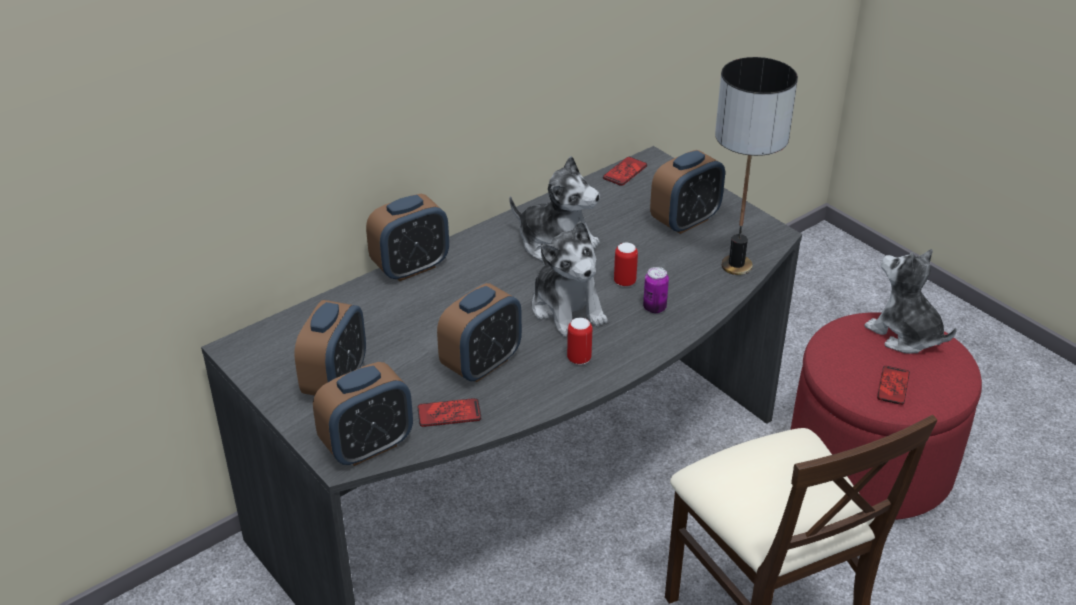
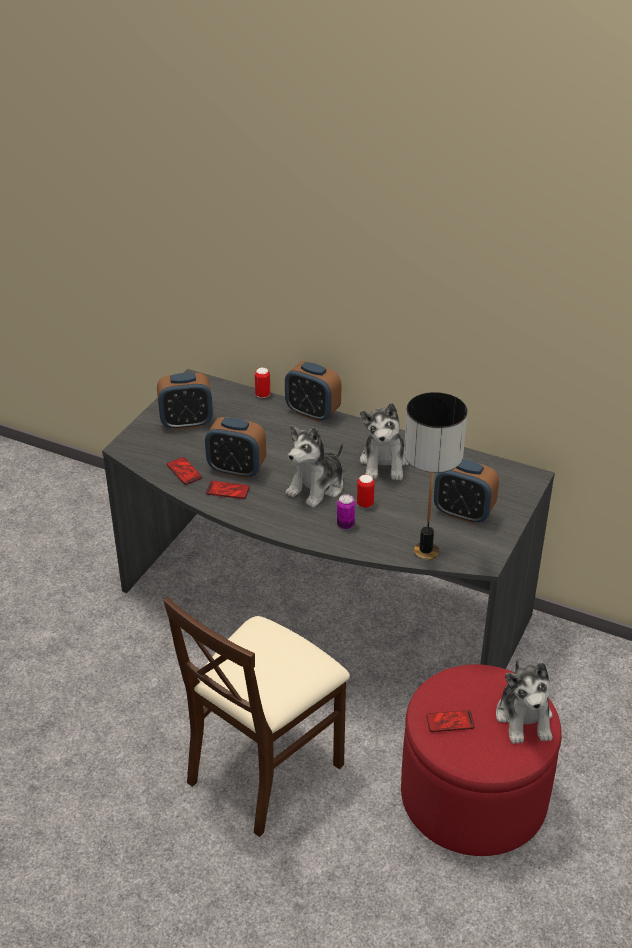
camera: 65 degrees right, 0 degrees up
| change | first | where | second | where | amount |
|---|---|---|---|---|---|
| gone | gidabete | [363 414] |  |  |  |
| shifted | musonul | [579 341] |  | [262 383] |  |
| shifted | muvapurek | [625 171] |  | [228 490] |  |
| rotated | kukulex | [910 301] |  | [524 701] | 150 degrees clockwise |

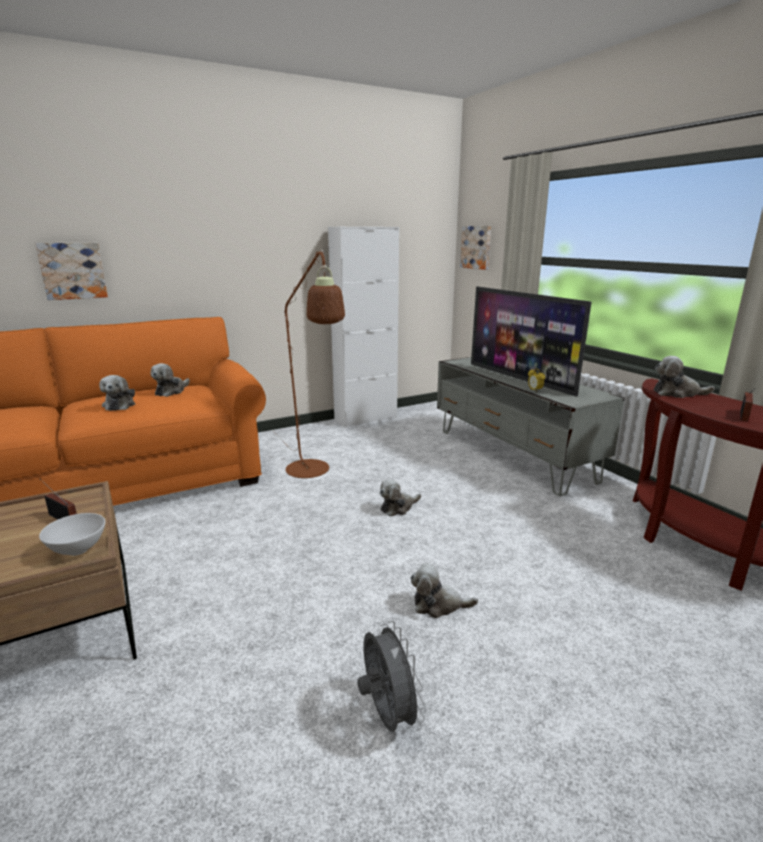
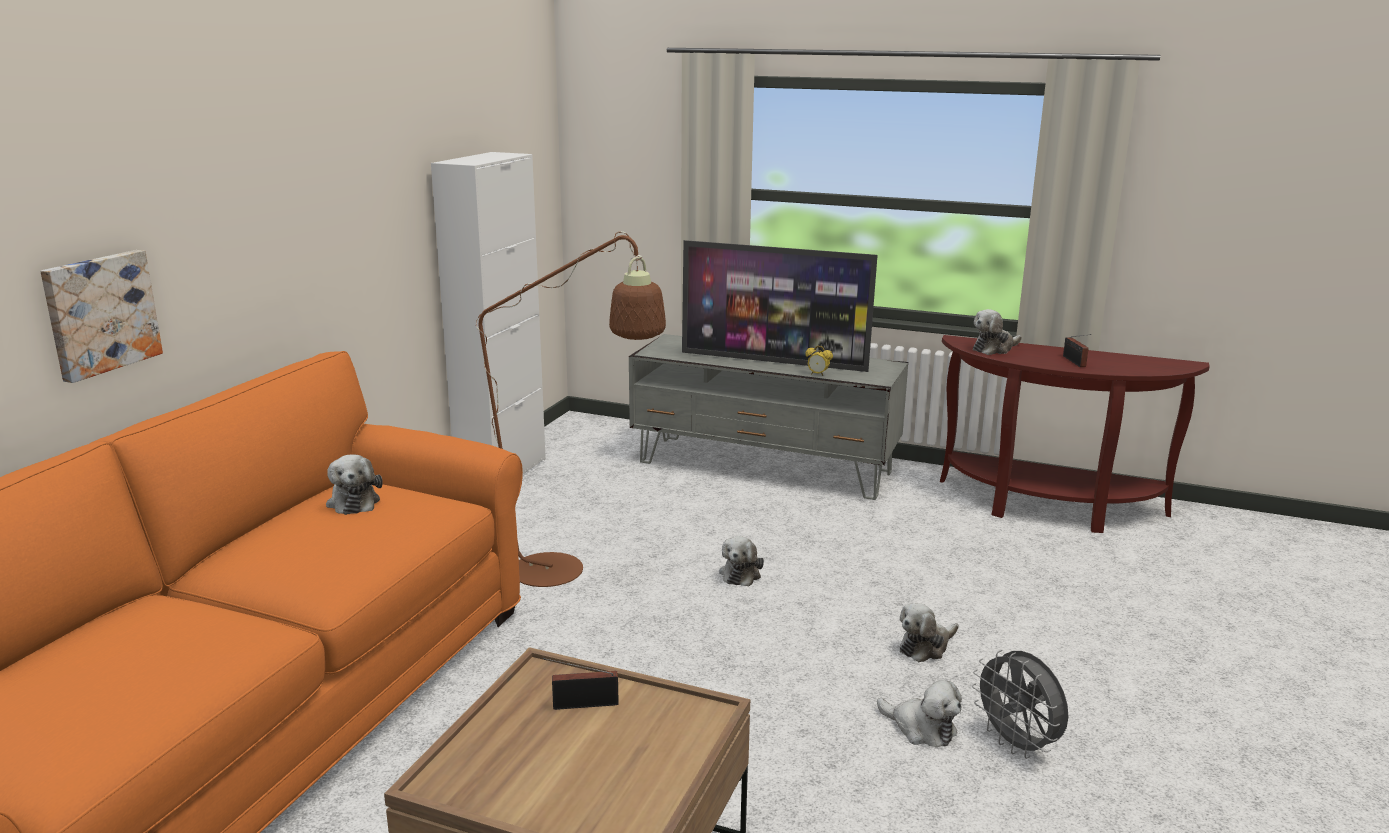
camera: 40 degrees left, 0 degrees up
| change | first | where | second | where | amount |
|---|---|---|---|---|---|
| gone | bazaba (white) | [72 534] |  |  |  |
| gone | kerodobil | [475 248] |  |  |  |
| shifted | kukulex | [117 393] |  | [919 713] |  |
| rotated | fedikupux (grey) | [391 676] |  | [1020 704] | 150 degrees counterclockwise |

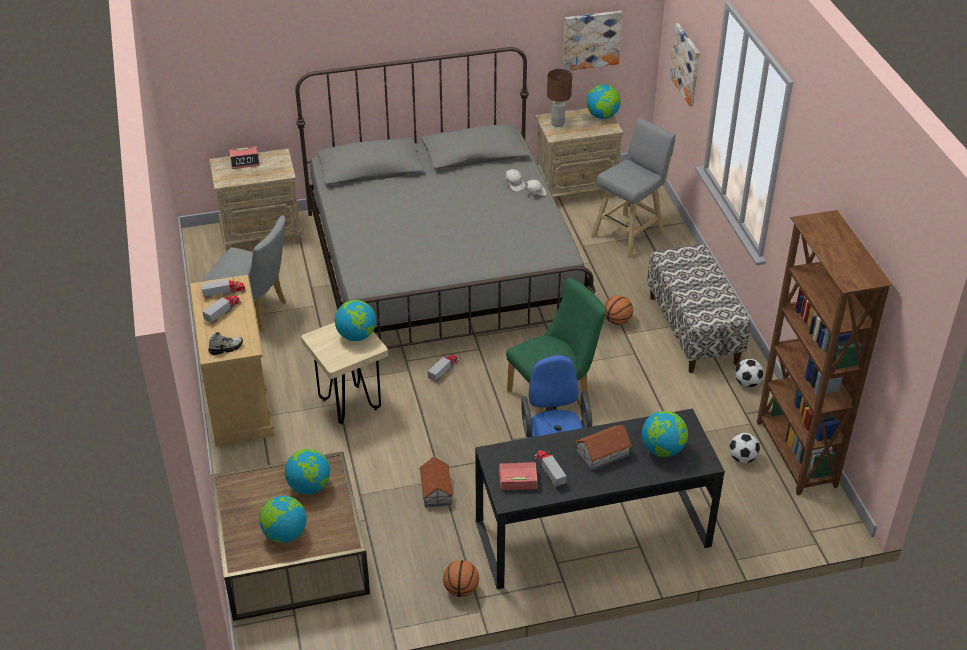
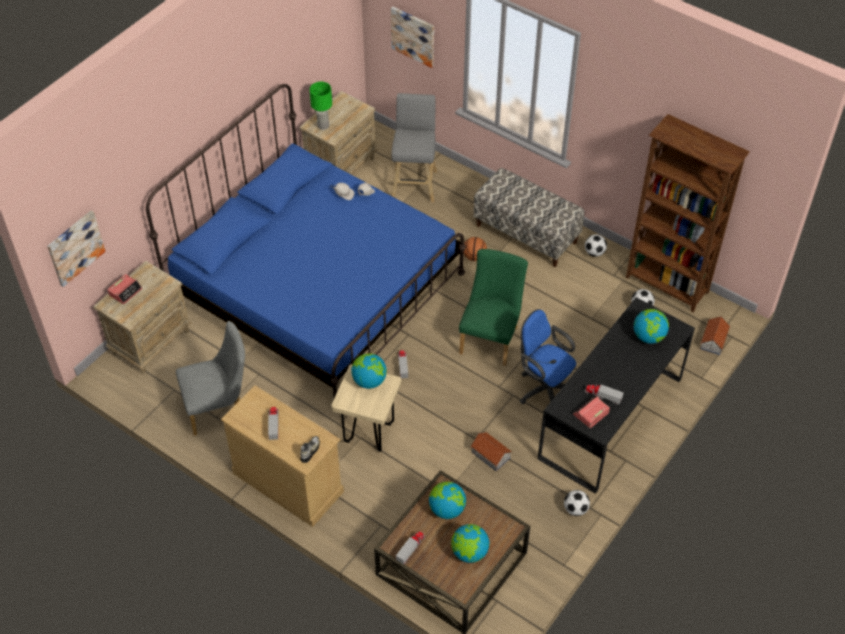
camera: 40 degrees left, 10 degrees up
| change | first | where | second | where | amount |
|---|---|---|---|---|---|
| gone | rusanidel | [603 102] |  |  |  |
| shifted | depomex | [223 288] |  | [410 548] |  |
| shifted | kerodobil | [593 41] |  | [76 248] |  |
| shifted | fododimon | [604 448] |  | [715 335] |  |
| swapped | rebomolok | [461 578] | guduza | [577 503] |  |
| repainted | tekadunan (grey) | [445 198] | tekadunan (blue) | [306 241] |  |
| repainted | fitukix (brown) | [559 98] | fitukix (green) | [321 106] |  |

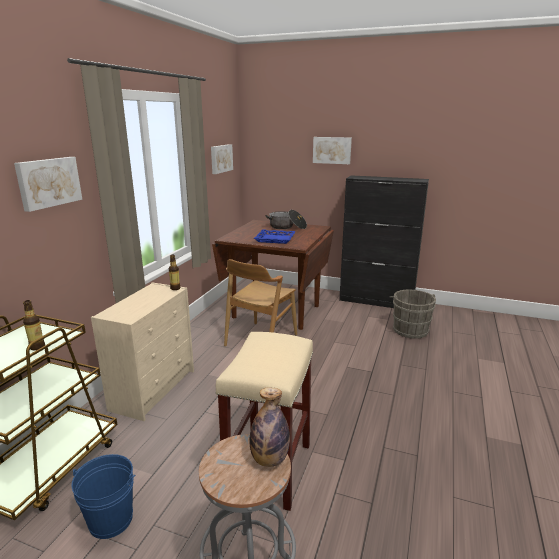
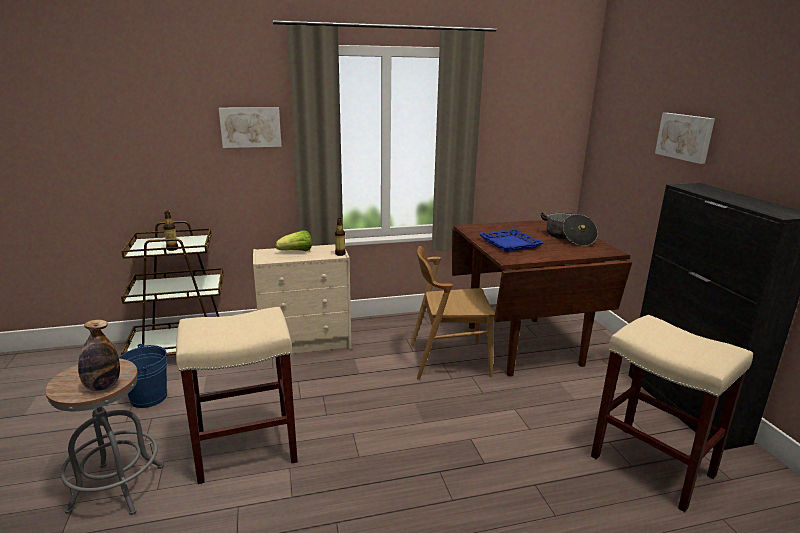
camera: 55 degrees right, 0 degrees up
| change | first | where | second | where | amount |
|---|---|---|---|---|---|
| gone | kerodobil | [222 159] |  |  |  |
| new |  |  | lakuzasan | [293 240] |  |
| swapped | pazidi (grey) | [413 314] | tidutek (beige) | [672 413] |  |

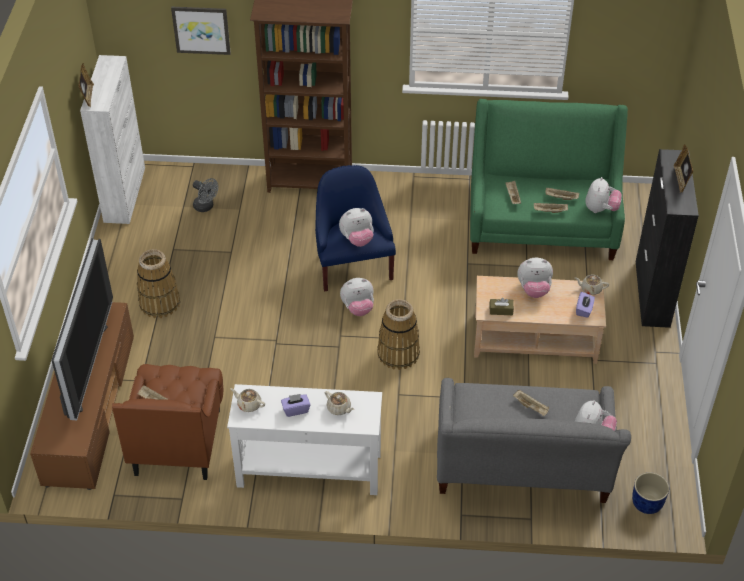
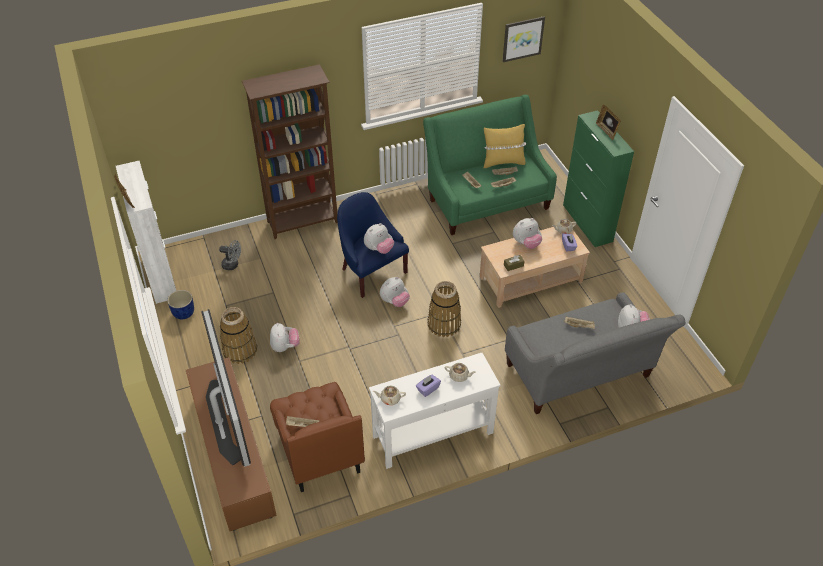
camera: 25 degrees left, 0 degrees up
| change | first | where | second | where | amount |
|---|---|---|---|---|---|
| new |  |  | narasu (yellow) | [505 146] |  |
| shifted | kerodobil | [201 31] |  | [524 39] |  |
| shifted | kukulex | [603 195] |  | [284 337] |  |
| shifted | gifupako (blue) | [650 493] |  | [180 304] |  |
| repainted | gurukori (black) | [667 238] | gurukori (green) | [598 178] |  |

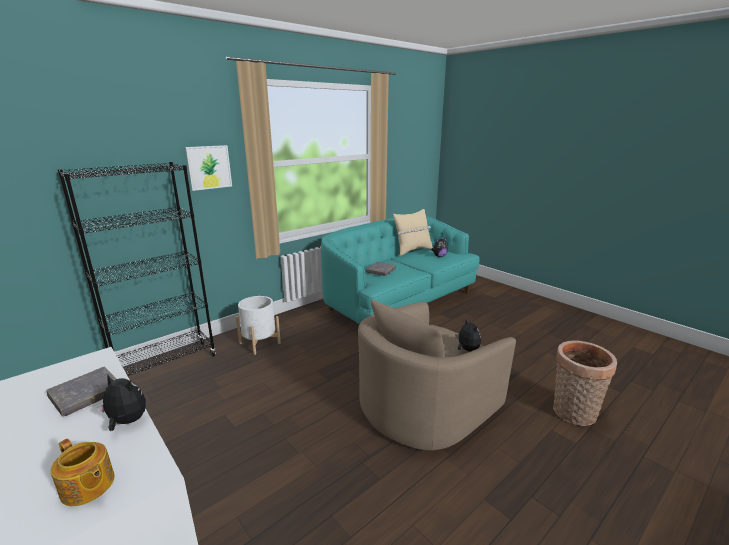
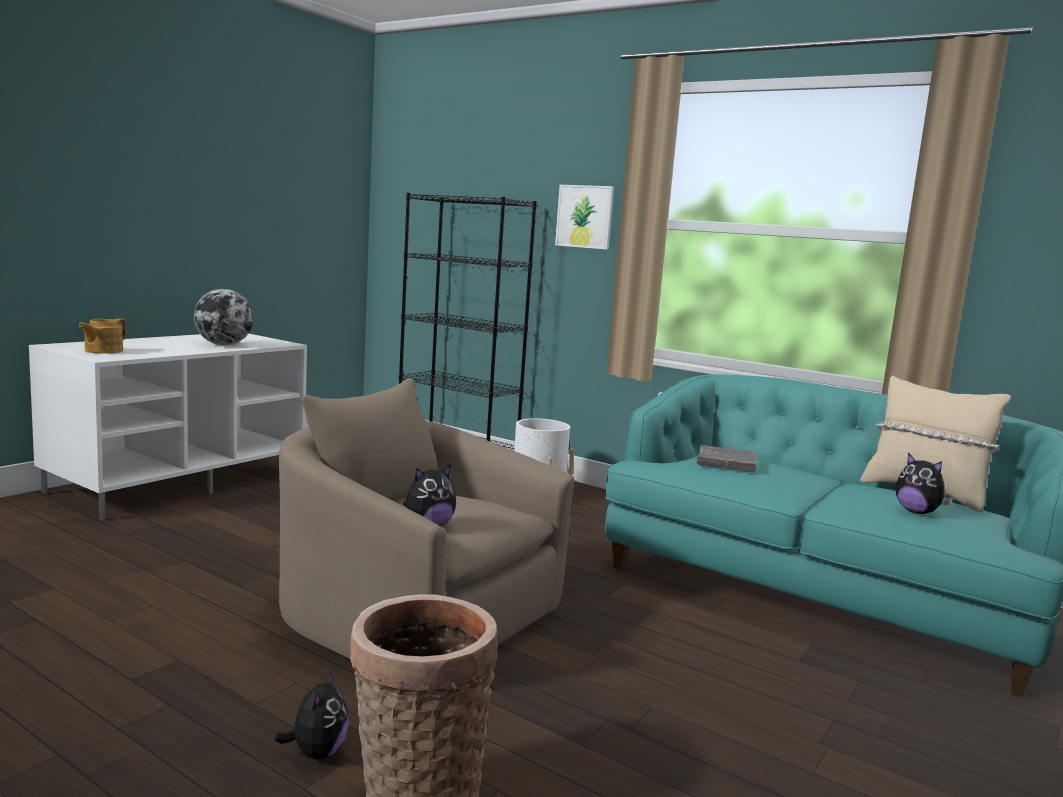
camera: 75 degrees right, 10 degrees down
| change | first | where | second | where | amount |
|---|---|---|---|---|---|
| shifted | kukulex | [121 403] |  | [311 714] |  |
| swapped | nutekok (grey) | [81 392] | rusanidel | [223 317] |  |

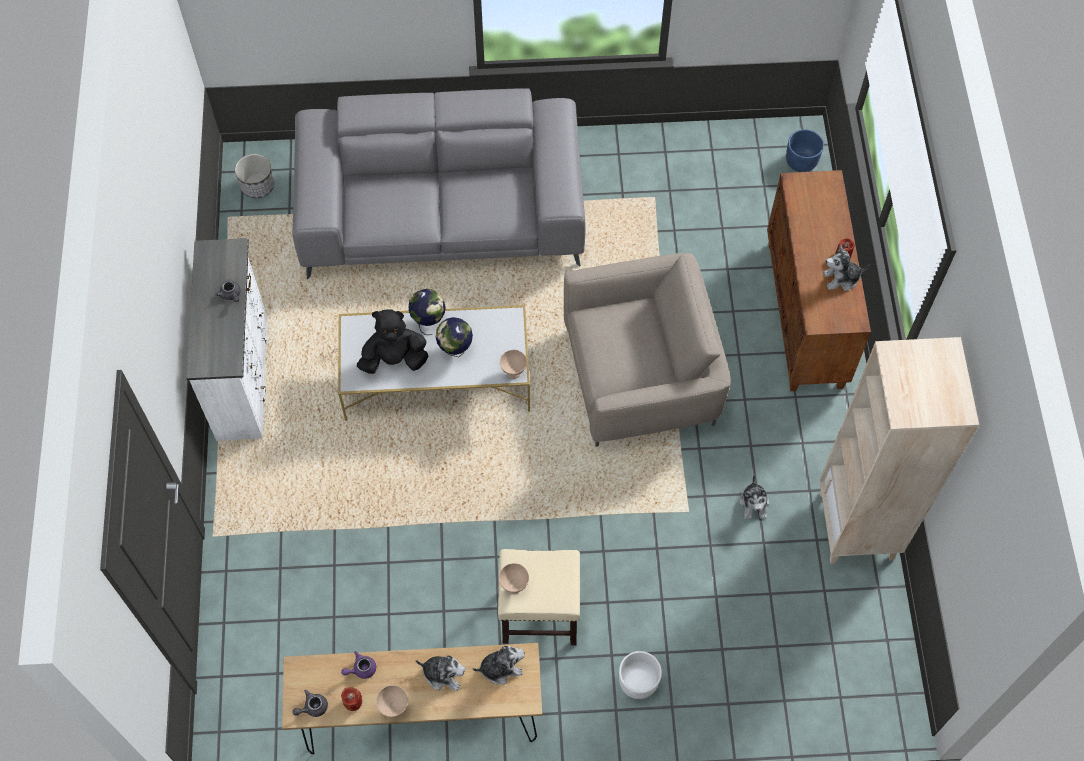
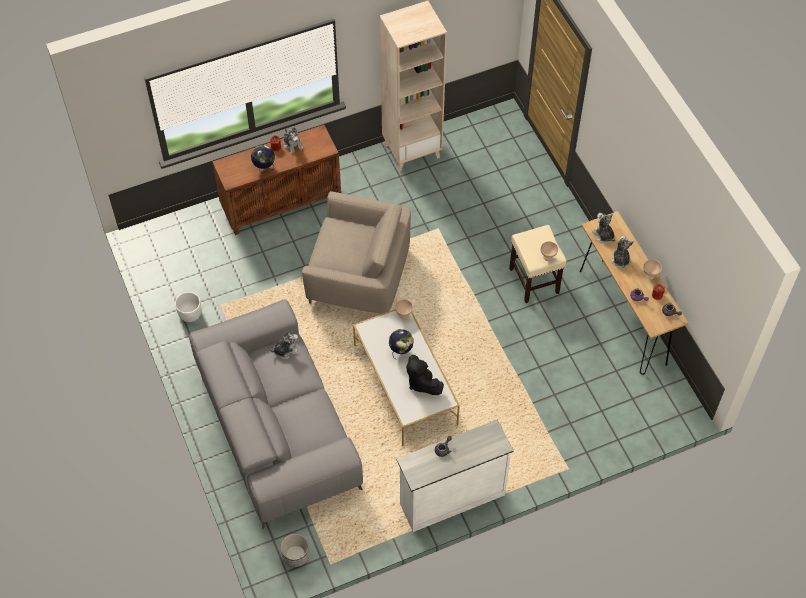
camera: 110 degrees left, 5 degrees down
| change | first | where | second | where | amount |
|---|---|---|---|---|---|
| gone | gifupako (blue) | [805 150] |  |  |  |
| shifted | rusanidel | [427 312] |  | [263 159] |  |
| shifted | gifupako (white) | [640 675] |  | [188 307] |  |
| shifted | kukulex | [754 496] |  | [284 345] |  |
| rotated | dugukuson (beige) | [647 350] |  | [356 252] | 135 degrees clockwise |

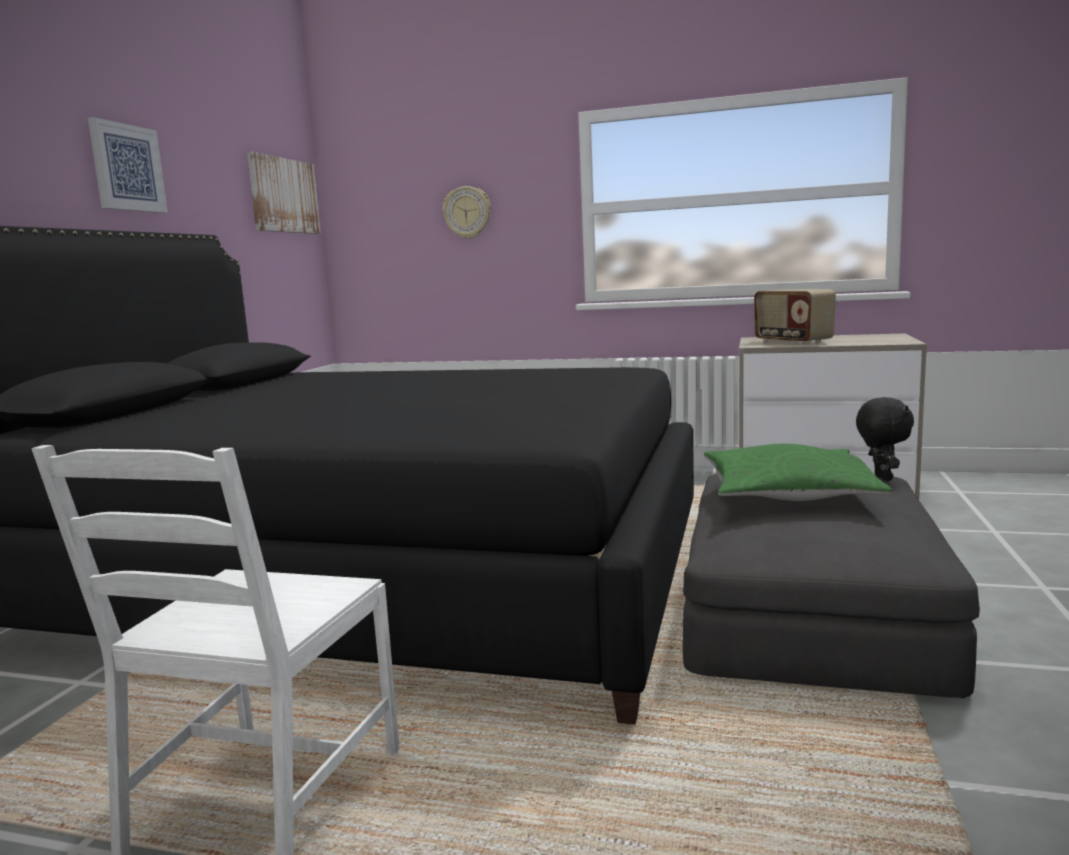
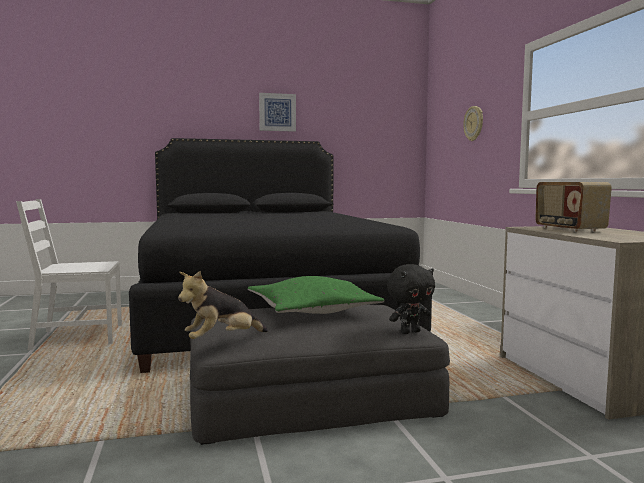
camera: 60 degrees right, 5 degrees down
| change | first | where | second | where | amount |
|---|---|---|---|---|---|
| gone | kerodobil | [283 193] |  |  |  |
| new |  |  | kukulex | [223 305] |  |
| rotated | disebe | [795 317] |  | [573 207] | 45 degrees counterclockwise |

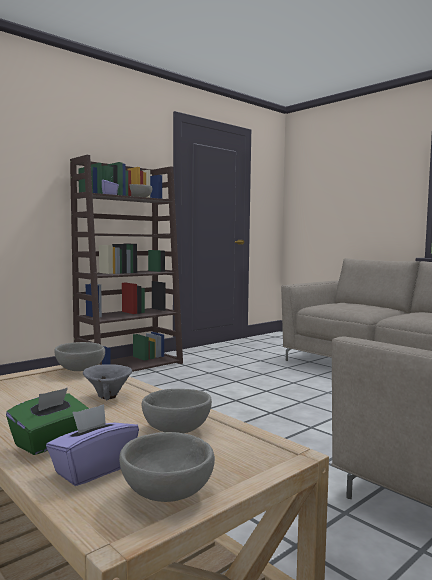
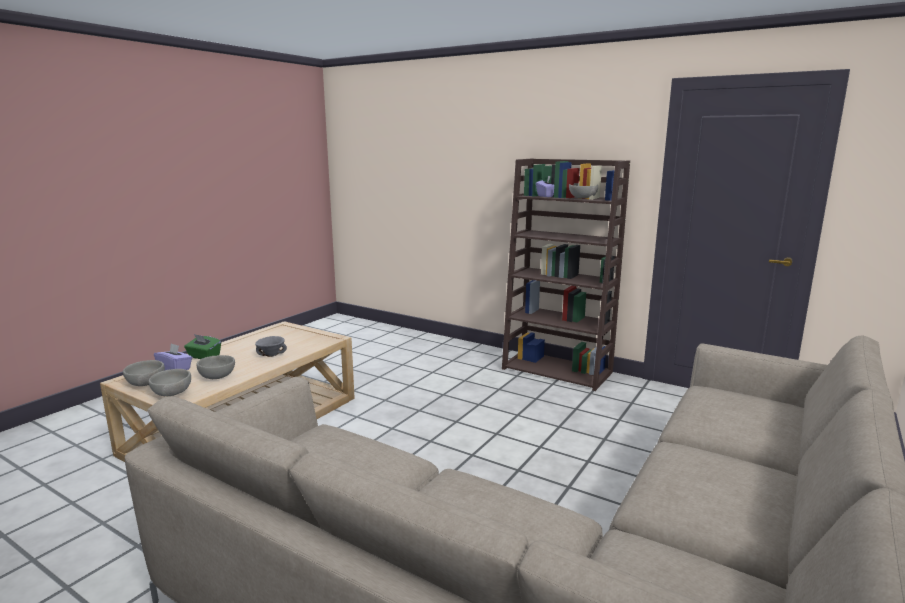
camera: 75 degrees right, 10 degrees up
| change | first | where | second | where | amount |
|---|---|---|---|---|---|
| shifted | bazaba (grey) | [79 356] |  | [169 382] |  |

